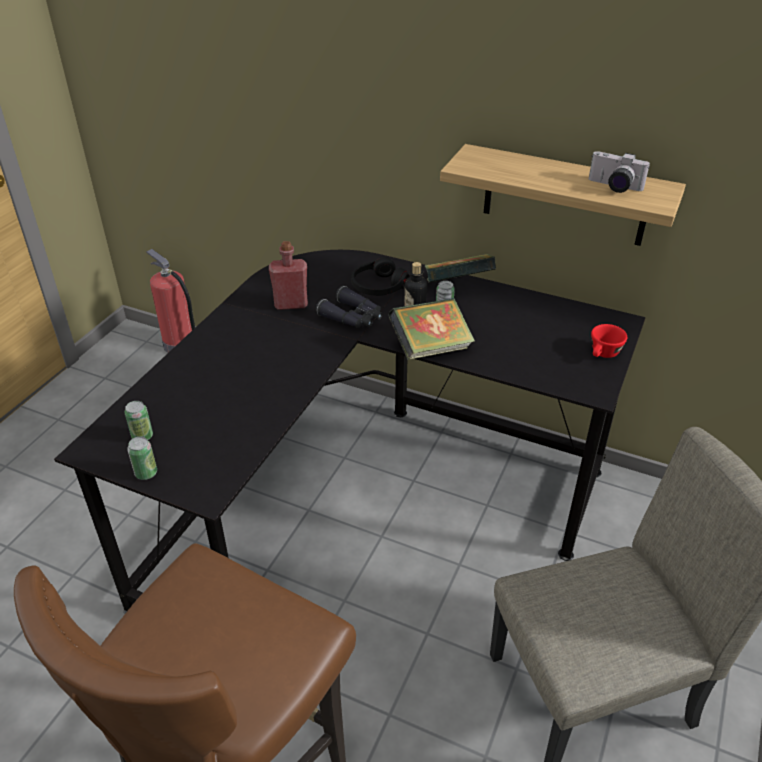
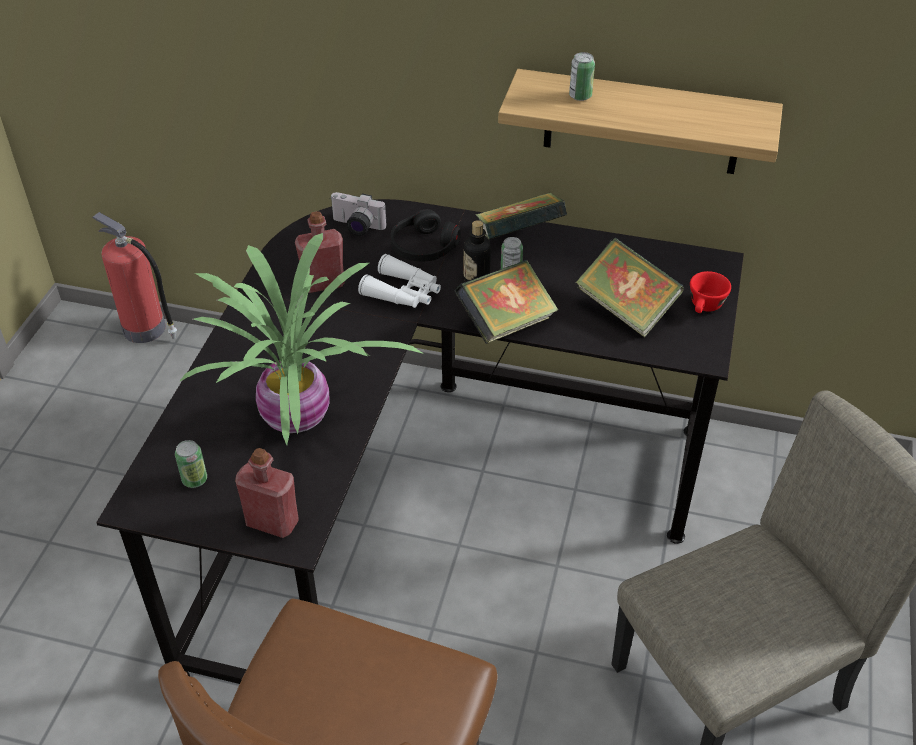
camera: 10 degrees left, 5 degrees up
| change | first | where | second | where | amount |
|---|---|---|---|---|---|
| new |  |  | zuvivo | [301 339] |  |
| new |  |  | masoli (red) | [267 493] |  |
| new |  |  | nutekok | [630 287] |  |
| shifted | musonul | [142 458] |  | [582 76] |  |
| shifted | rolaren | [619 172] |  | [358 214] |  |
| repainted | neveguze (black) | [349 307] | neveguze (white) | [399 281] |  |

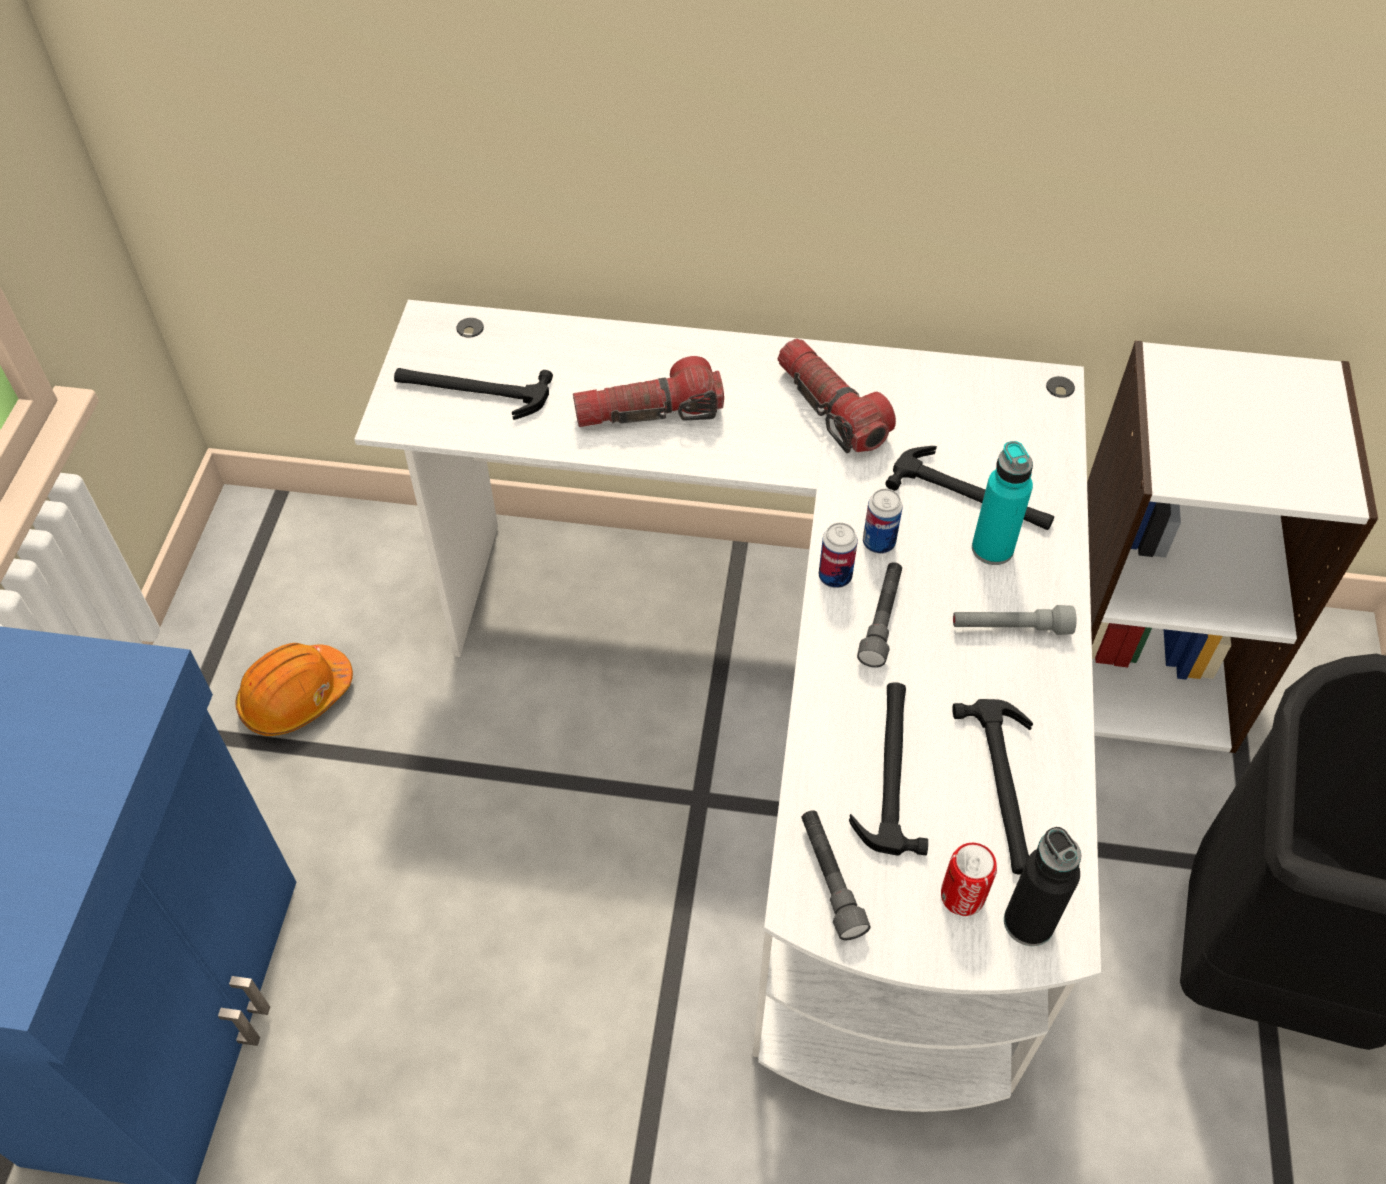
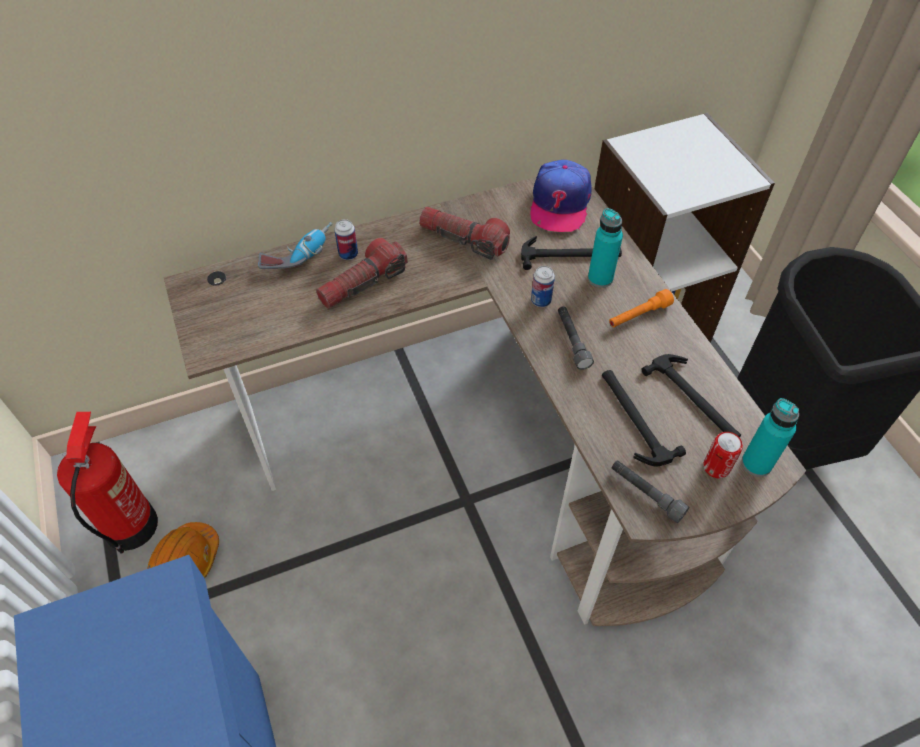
camera: 30 degrees left, 0 degrees up
| change | first | where | second | where | amount |
|---|---|---|---|---|---|
| gone | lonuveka | [473 394] |  |  |  |
| new |  |  | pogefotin | [107 483] |  |
| new |  |  | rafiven | [295 245] |  |
| new |  |  | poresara | [561 196] |  |
| shifted | musonul | [838 555] |  | [346 239] |  |
| repainted | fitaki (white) | [727 706] | fitaki (brown) | [484 401] |  |
| repainted | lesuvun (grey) | [1014 620] | lesuvun (orange) | [641 308] |  |
| repainted | masoli (black) | [1042 886] | masoli (turquoise) | [770 437] |  |

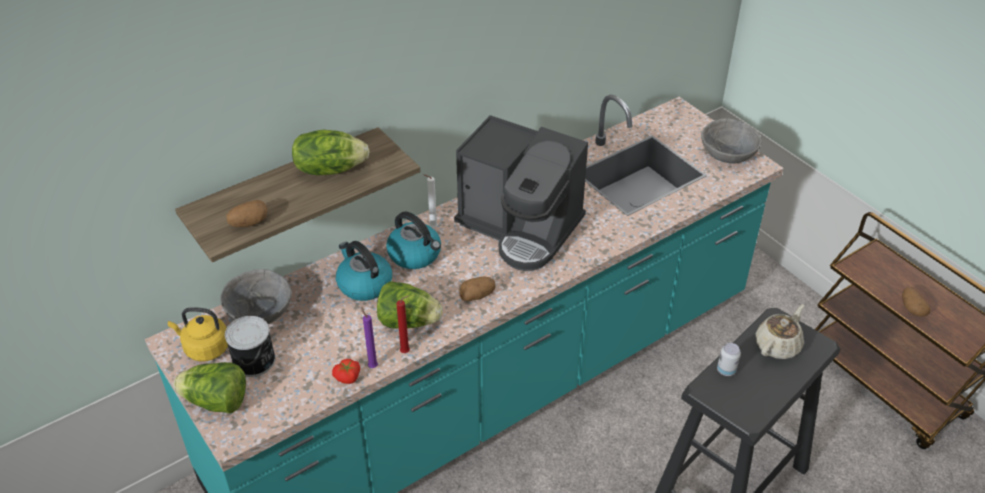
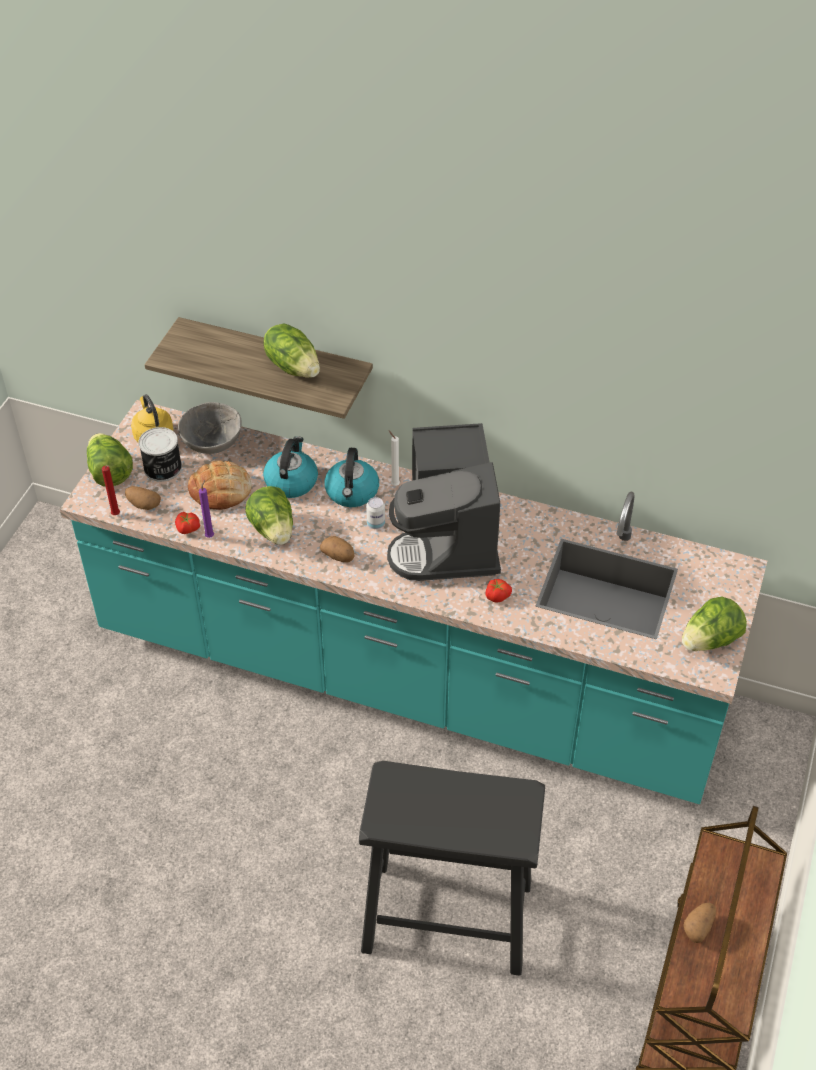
camera: 55 degrees right, 5 degrees up
| change | first | where | second | where | amount |
|---|---|---|---|---|---|
| gone | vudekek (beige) | [780 331] |  |  |  |
| new |  |  | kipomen | [220 485] |  |
| new |  |  | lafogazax | [498 590] |  |
| shifted | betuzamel | [247 213] |  | [143 498] |  |
| shifted | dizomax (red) | [403 324] |  | [111 490] |  |
| shifted | musonul | [729 359] |  | [375 513] |  |
| swapped | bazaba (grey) | [731 141] | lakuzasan | [714 624] |  |

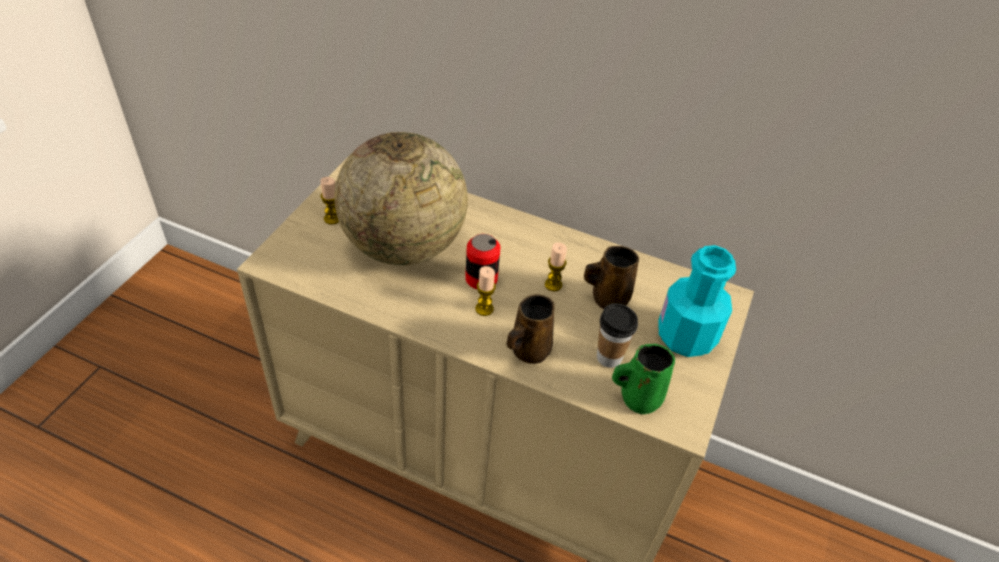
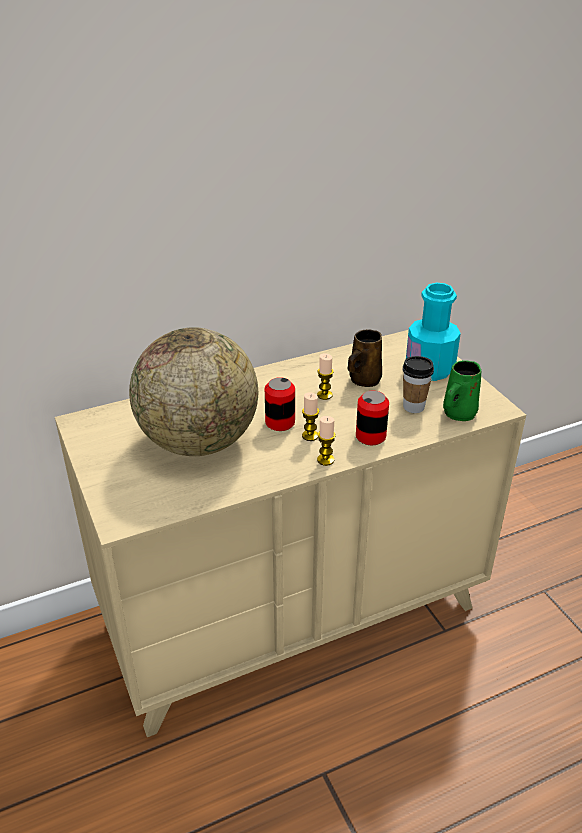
camera: 45 degrees left, 10 degrees down
| change | first | where | second | where | amount |
|---|---|---|---|---|---|
| shifted | dizomax | [329 201] |  | [326 441] |  |
| swapped | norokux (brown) | [530 329] | musonul | [372 418] |  |

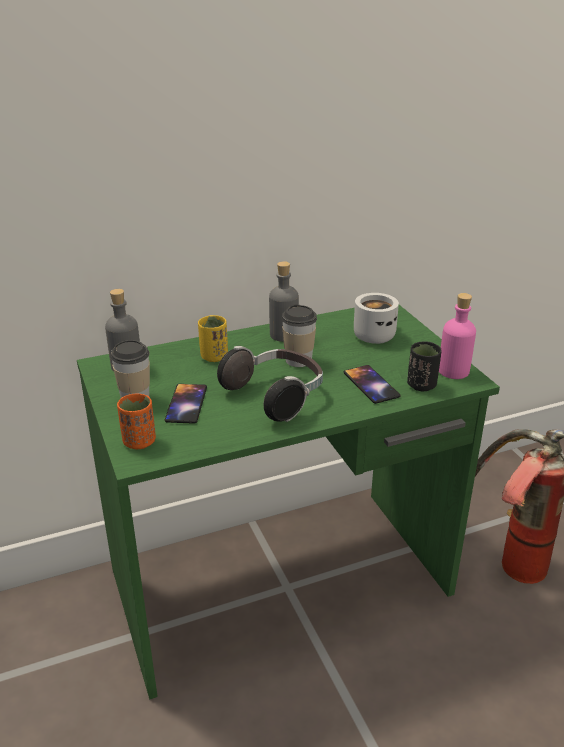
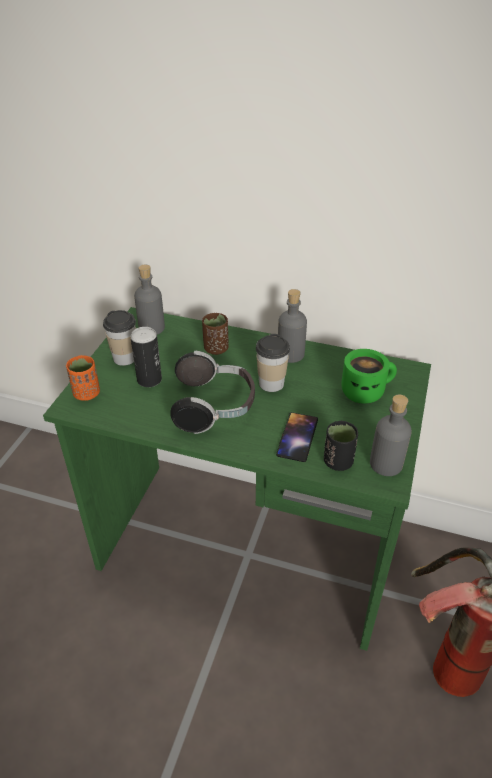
camera: 40 degrees right, 10 degrees up
| change | first | where | second | where | amount |
|---|---|---|---|---|---|
| swapped | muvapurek | [186 404] | musonul | [146 357] |  |
| repainted | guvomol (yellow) | [213 338] | guvomol (brown) | [215 334] |  |
| repainted | norokux (white) | [376 318] | norokux (green) | [369 376] |  |
| repainted | masoli (pink) | [457 336] | masoli (grey) | [391 435] |  |

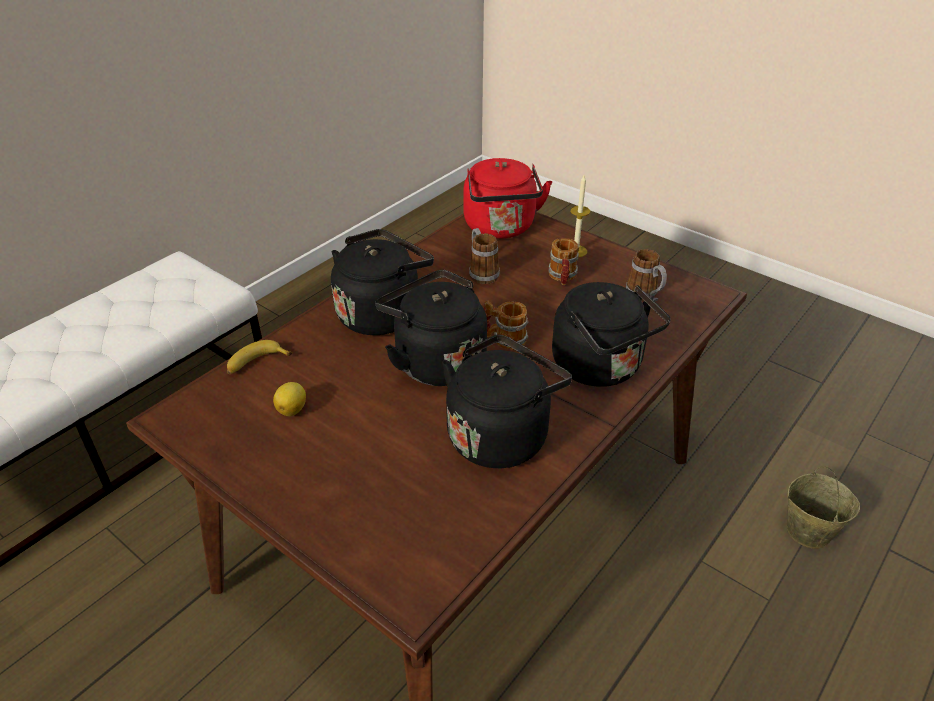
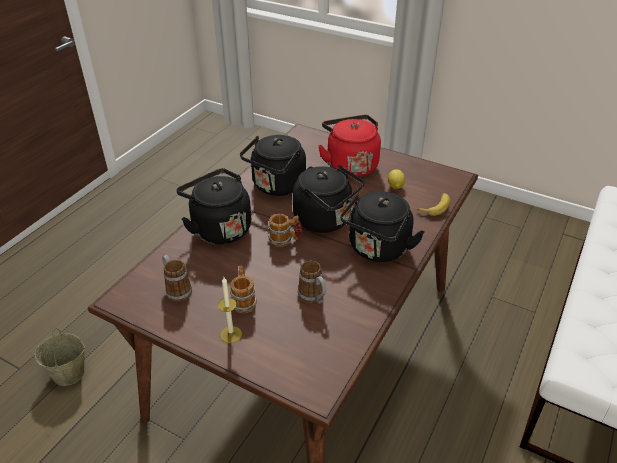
camera: 170 degrees right, 0 degrees up
| change | first | where | second | where | amount |
|---|---|---|---|---|---|
| shifted | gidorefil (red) | [507 198] |  | [349 146] |  |

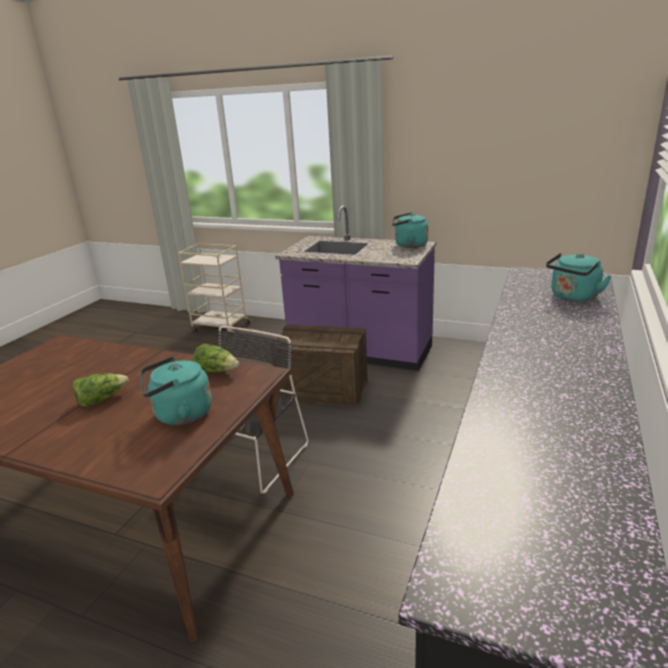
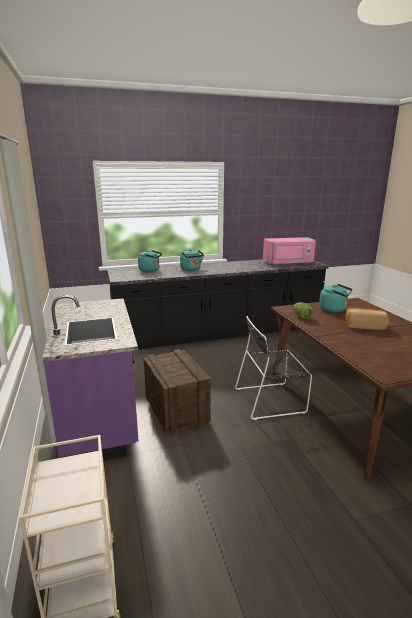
camera: 130 degrees left, 5 degrees down
| change | first | where | second | where | amount |
|---|---|---|---|---|---|
| new |  |  | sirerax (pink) | [289 251] |  |
| shifted | gidorefil (turquoise) | [410 230] |  | [192 260] |  |
| swapped | lakuzasan | [101 390] | kipomen | [367 319] |  |

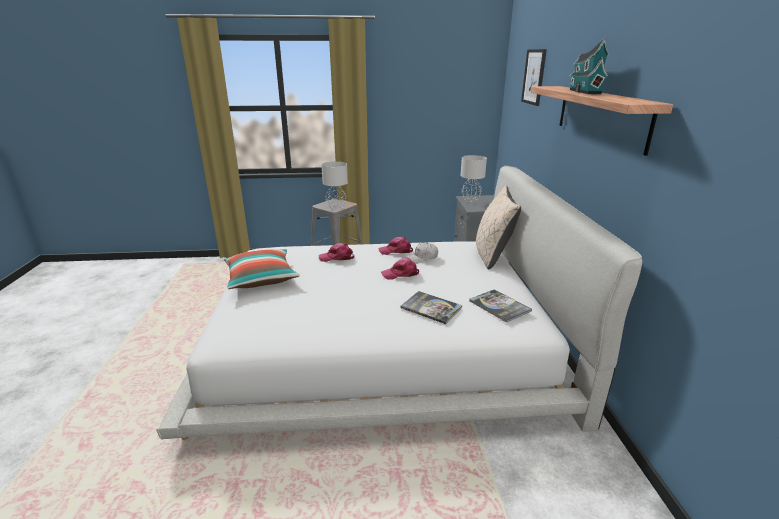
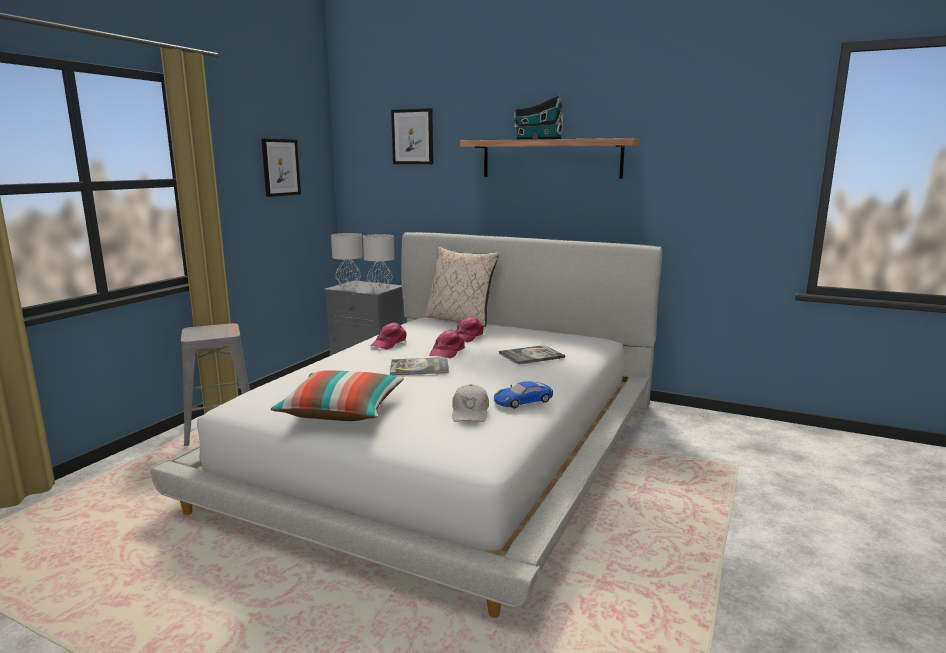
camera: 60 degrees left, 10 degrees down
| change | first | where | second | where | amount |
|---|---|---|---|---|---|
| new |  |  | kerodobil | [281 168] |  |
| new |  |  | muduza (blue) | [523 394] |  |
| shifted | poresara (pink) | [336 252] |  | [470 330] |  |
| shifted | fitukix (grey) | [334 185] |  | [379 263] |  |
| shifted | poresara (white) | [422 253] |  | [470 403] |  |
| shifted | nutekok | [500 306] |  | [419 366] |  |

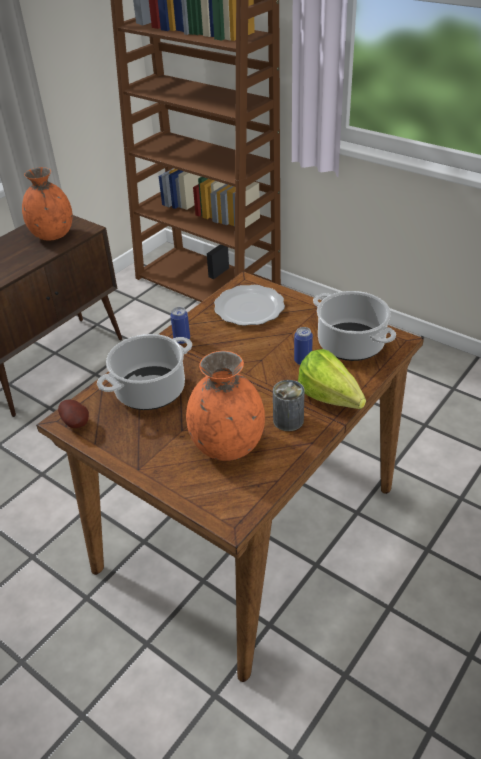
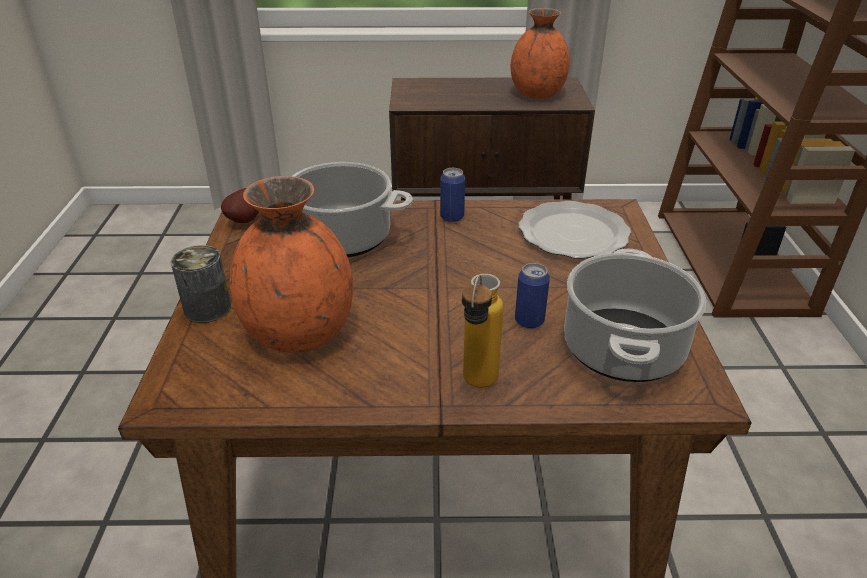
camera: 50 degrees right, 5 degrees down
| change | first | where | second | where | amount |
|---|---|---|---|---|---|
| shifted | musonul | [289 405] |  | [201 284] |  |
| swapped | lakuzasan | [332 379] | masoli | [482 331] |  |

